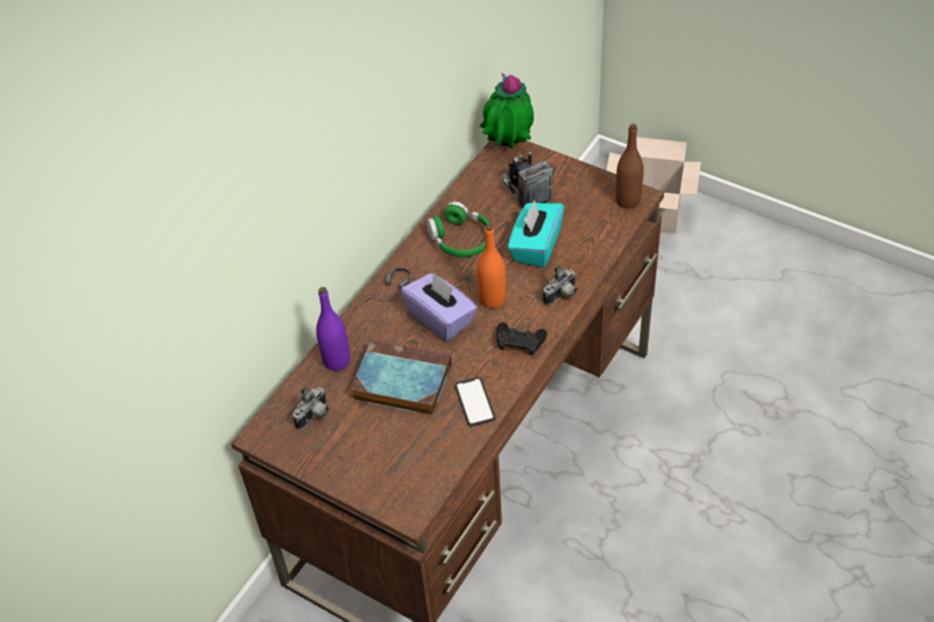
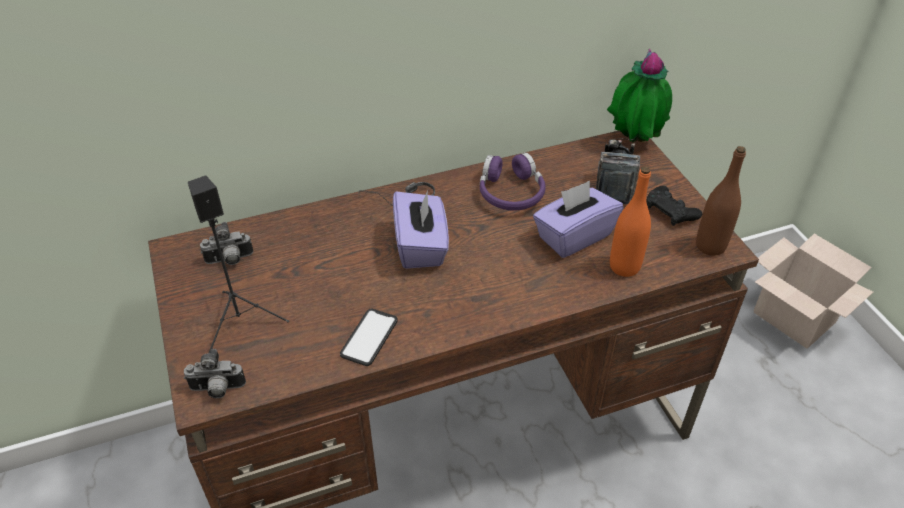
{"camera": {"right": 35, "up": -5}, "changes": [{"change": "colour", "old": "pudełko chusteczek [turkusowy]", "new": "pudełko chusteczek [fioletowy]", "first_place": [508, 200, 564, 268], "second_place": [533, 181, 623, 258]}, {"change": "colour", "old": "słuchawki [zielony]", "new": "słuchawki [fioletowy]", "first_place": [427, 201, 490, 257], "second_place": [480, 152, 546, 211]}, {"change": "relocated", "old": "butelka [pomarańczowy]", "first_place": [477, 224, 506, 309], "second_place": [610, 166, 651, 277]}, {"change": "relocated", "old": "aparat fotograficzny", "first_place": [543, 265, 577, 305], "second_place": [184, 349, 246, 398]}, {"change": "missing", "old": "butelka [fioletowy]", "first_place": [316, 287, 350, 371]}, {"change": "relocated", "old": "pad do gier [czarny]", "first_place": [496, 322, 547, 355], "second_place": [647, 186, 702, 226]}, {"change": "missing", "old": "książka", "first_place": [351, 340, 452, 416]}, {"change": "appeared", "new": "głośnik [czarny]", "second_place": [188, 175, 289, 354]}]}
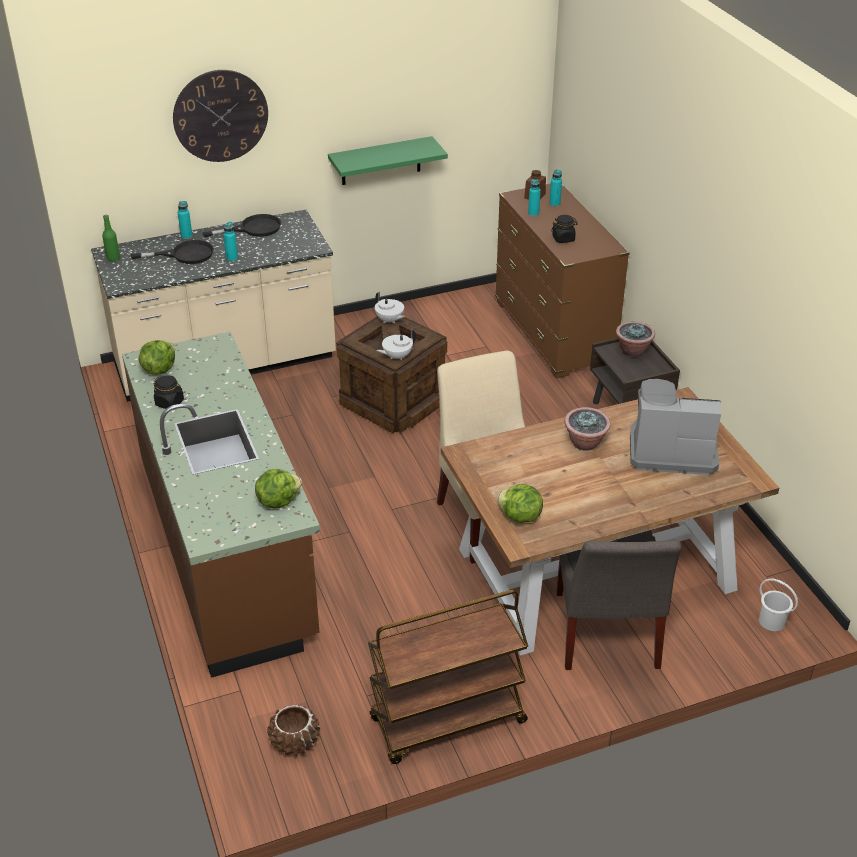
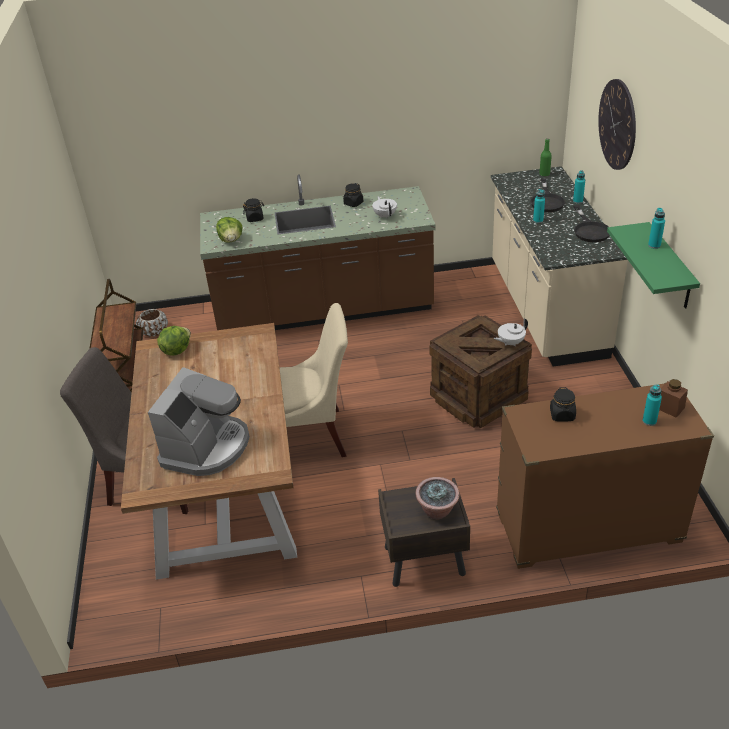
{"camera": {"right": 105, "up": 0}, "changes": [{"change": "relocated", "old": "butelka [turkusowy]", "first_place": [528, 179, 541, 217], "second_place": [648, 208, 665, 249]}, {"change": "relocated", "old": "imbryk [biały]", "first_place": [376, 329, 416, 360], "second_place": [372, 196, 397, 219]}, {"change": "missing", "old": "sałata", "first_place": [139, 340, 175, 375]}, {"change": "missing", "old": "roślina doniczkowa", "first_place": [565, 407, 611, 451]}, {"change": "missing", "old": "wiadro [biały]", "first_place": [759, 578, 798, 631]}, {"change": "appeared", "new": "słoik [czarny]", "second_place": [243, 198, 264, 222]}]}
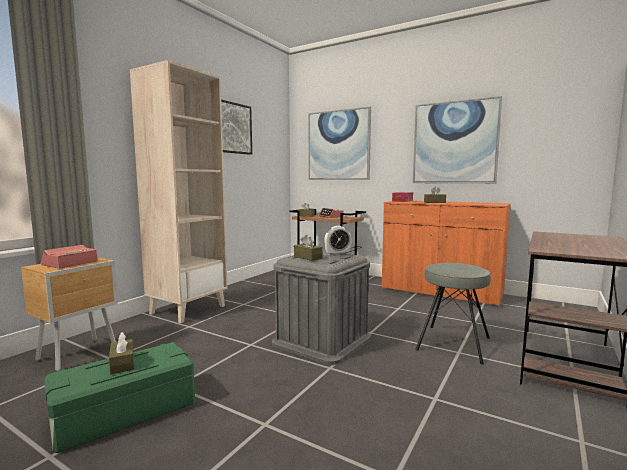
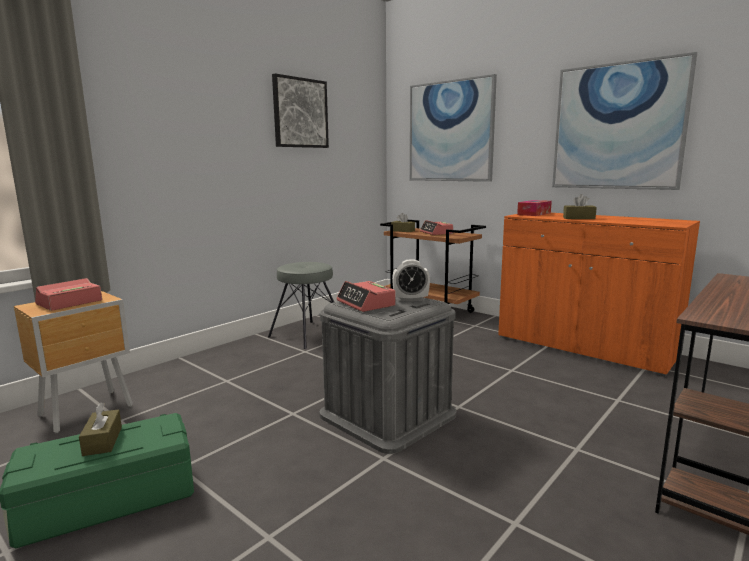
{"camera": {"right": 10, "up": 5}, "changes": [{"change": "missing", "old": "regał [beżowy]", "first_place": [130, 60, 227, 323]}, {"change": "exchanged", "old": "pudełko chusteczek [brązowy]", "new": "budzik", "first_place": [294, 235, 323, 261], "second_place": [337, 281, 396, 312]}, {"change": "relocated", "old": "stołek [szary]", "first_place": [416, 263, 491, 365], "second_place": [268, 262, 334, 349]}]}
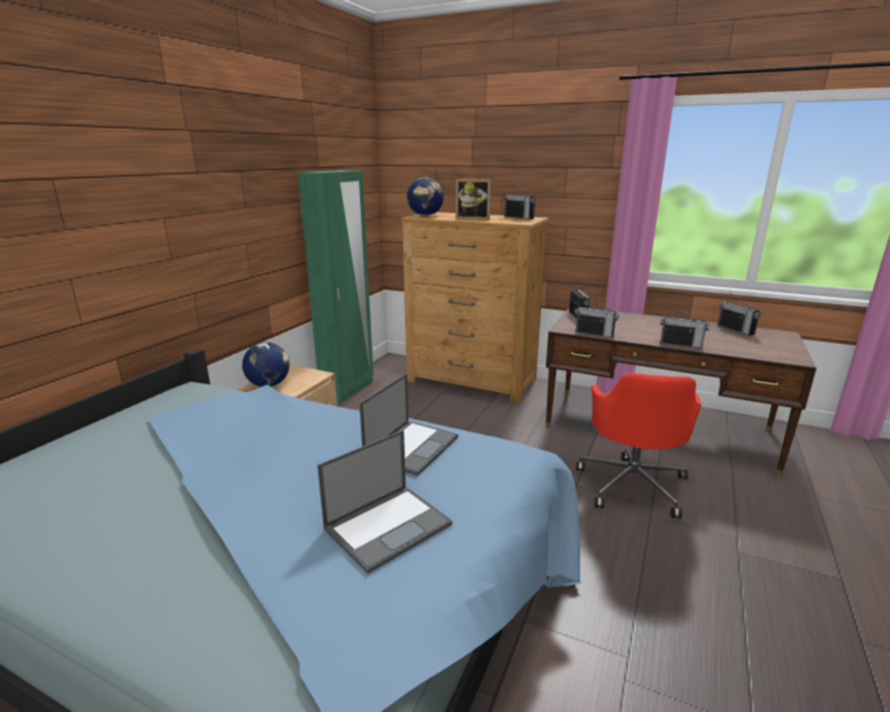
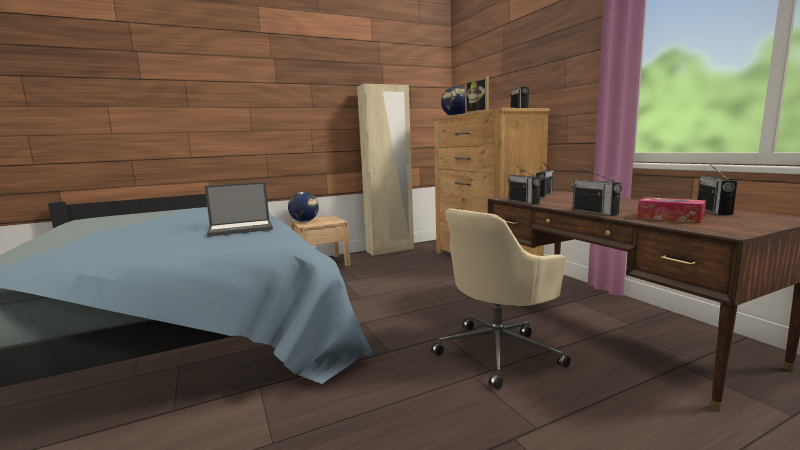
{"camera": {"right": 40, "up": -10}, "changes": [{"change": "colour", "old": "szafa [zielony]", "new": "szafa [beżowy]", "first_place": [298, 170, 374, 404], "second_place": [357, 84, 414, 256]}, {"change": "colour", "old": "krzesło biurowe [czerwony]", "new": "krzesło biurowe [beżowy]", "first_place": [576, 373, 702, 519], "second_place": [431, 208, 571, 390]}, {"change": "missing", "old": "laptop", "first_place": [317, 430, 452, 574]}, {"change": "appeared", "new": "pudełko chusteczek", "second_place": [637, 197, 706, 223]}]}
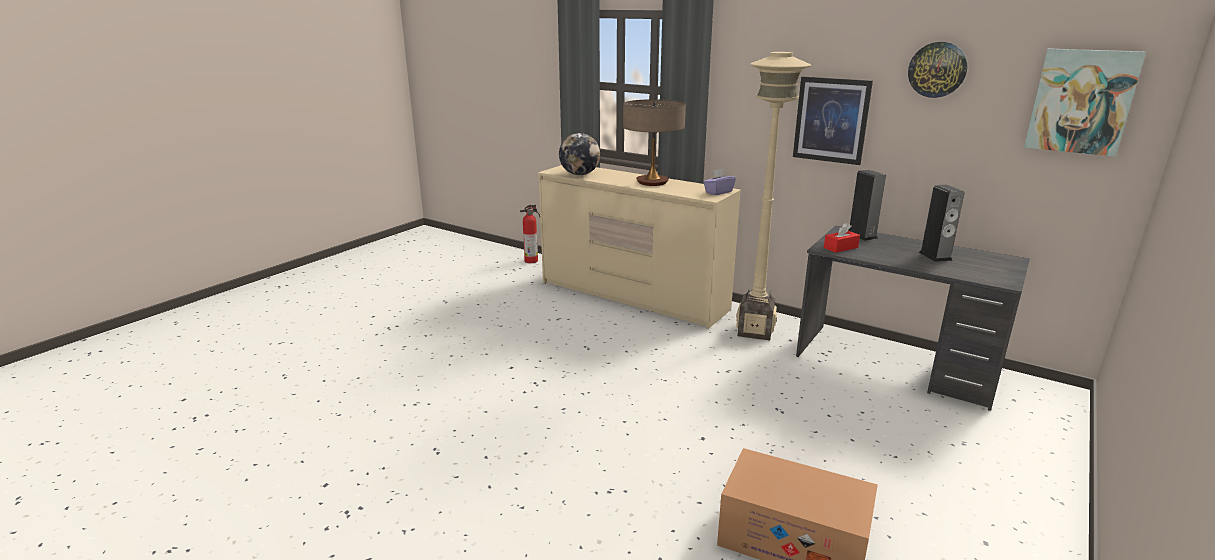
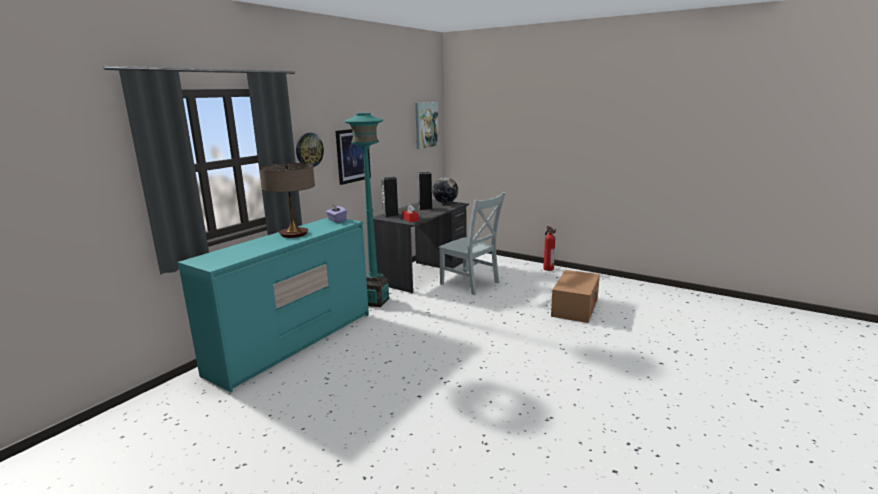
{"camera": {"right": -90, "up": -5}, "changes": [{"change": "relocated", "old": "zegar ścienny", "first_place": [908, 42, 968, 98], "second_place": [296, 133, 324, 167]}, {"change": "colour", "old": "lampa stojąca [beżowy]", "new": "lampa stojąca [turkusowy]", "first_place": [736, 52, 811, 340], "second_place": [344, 113, 389, 307]}, {"change": "relocated", "old": "globus", "first_place": [559, 133, 600, 175], "second_place": [432, 177, 458, 204]}, {"change": "colour", "old": "komoda [beżowy]", "new": "komoda [turkusowy]", "first_place": [538, 165, 741, 329], "second_place": [177, 218, 369, 393]}, {"change": "relocated", "old": "gaśnica", "first_place": [520, 204, 540, 263], "second_place": [543, 226, 556, 271]}, {"change": "appeared", "new": "krzesło [szary]", "second_place": [438, 192, 506, 295]}]}
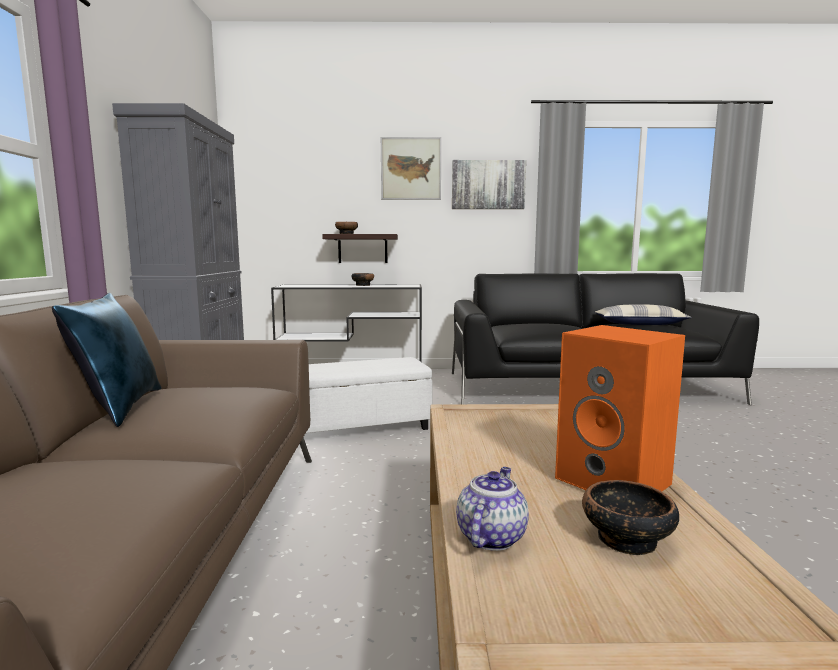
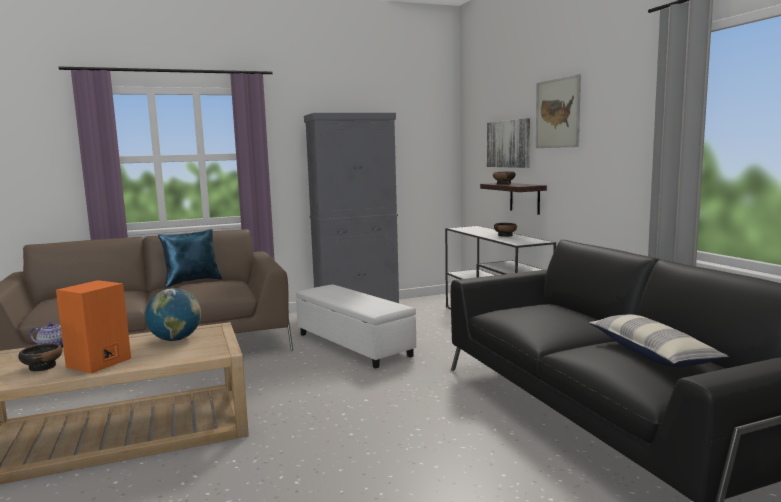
{"camera": {"right": 70, "up": 0}, "changes": [{"change": "relocated", "old": "obraz", "first_place": [452, 160, 526, 209], "second_place": [487, 118, 530, 168]}, {"change": "appeared", "new": "globus", "second_place": [145, 288, 201, 341]}]}
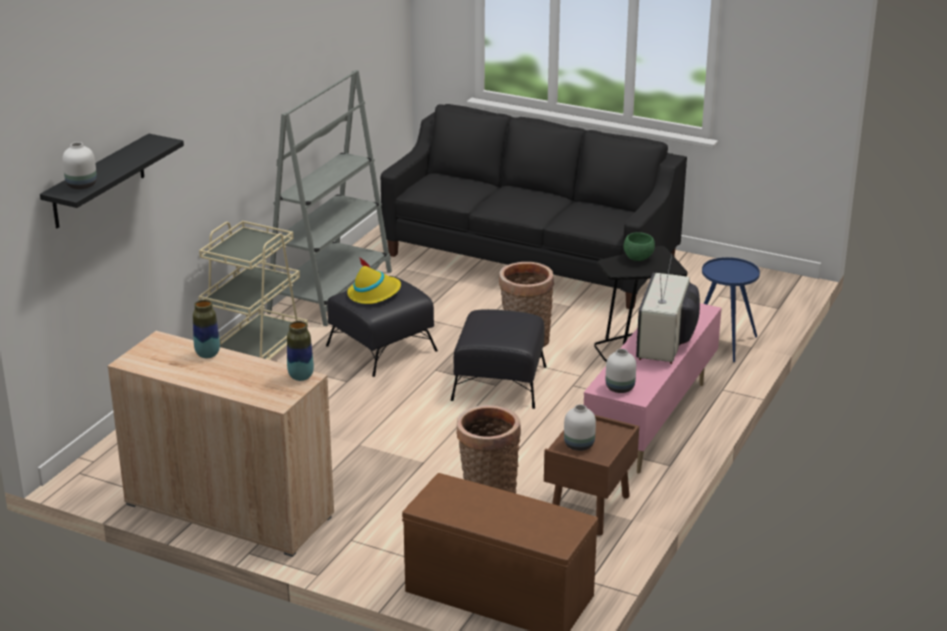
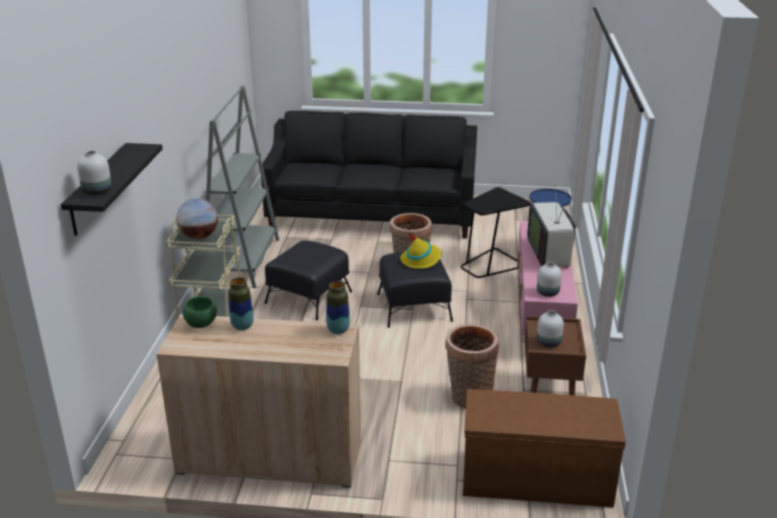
{"camera": {"right": -20, "up": 0}, "changes": [{"change": "relocated", "old": "miska [zielony]", "first_place": [623, 232, 655, 261], "second_place": [183, 297, 217, 328]}, {"change": "relocated", "old": "kapelusz [żółty]", "first_place": [347, 256, 401, 304], "second_place": [400, 232, 441, 269]}, {"change": "appeared", "new": "globus", "second_place": [177, 198, 218, 239]}]}
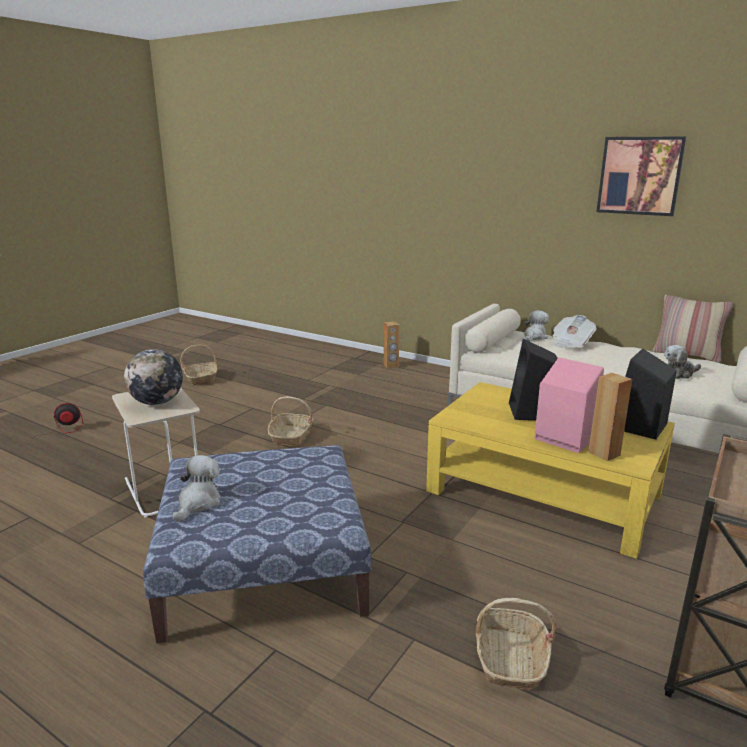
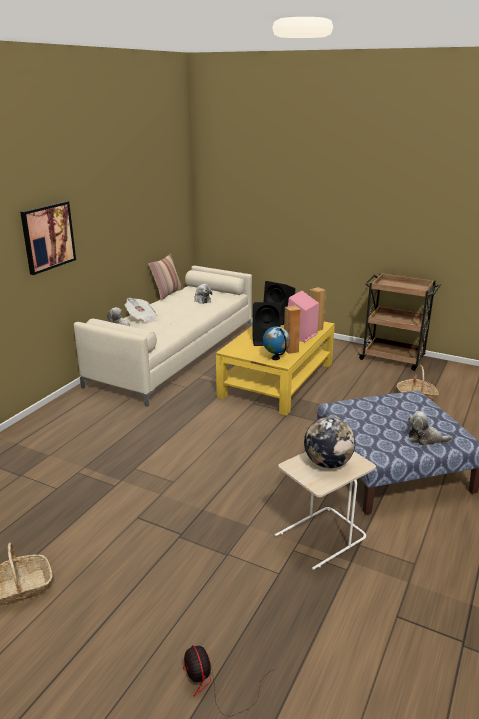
{"camera": {"right": -95, "up": 5}, "changes": [{"change": "relocated", "old": "obraz", "first_place": [597, 137, 687, 216], "second_place": [20, 201, 76, 275]}, {"change": "relocated", "old": "głośnik [brązowy]", "first_place": [384, 322, 399, 369], "second_place": [284, 306, 301, 354]}, {"change": "missing", "old": "koszyk", "first_place": [268, 396, 314, 446]}, {"change": "appeared", "new": "globus", "second_place": [263, 326, 290, 360]}]}
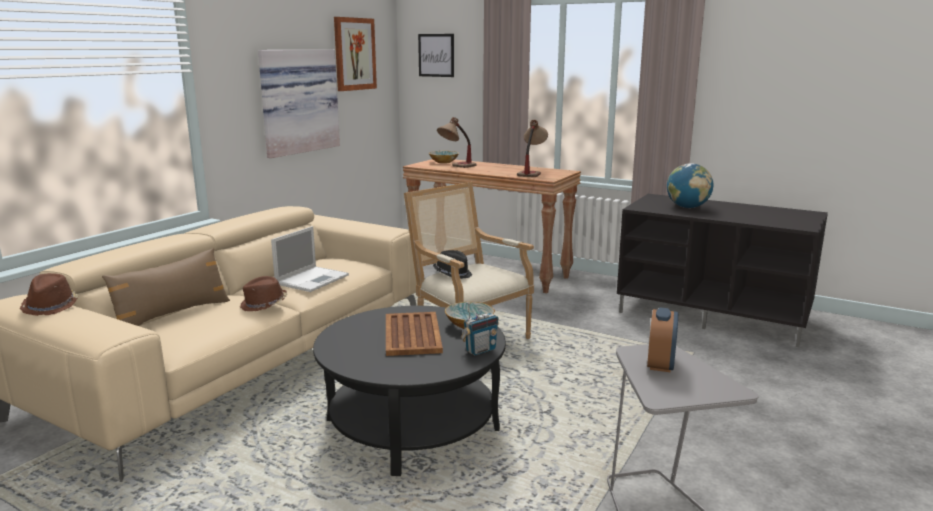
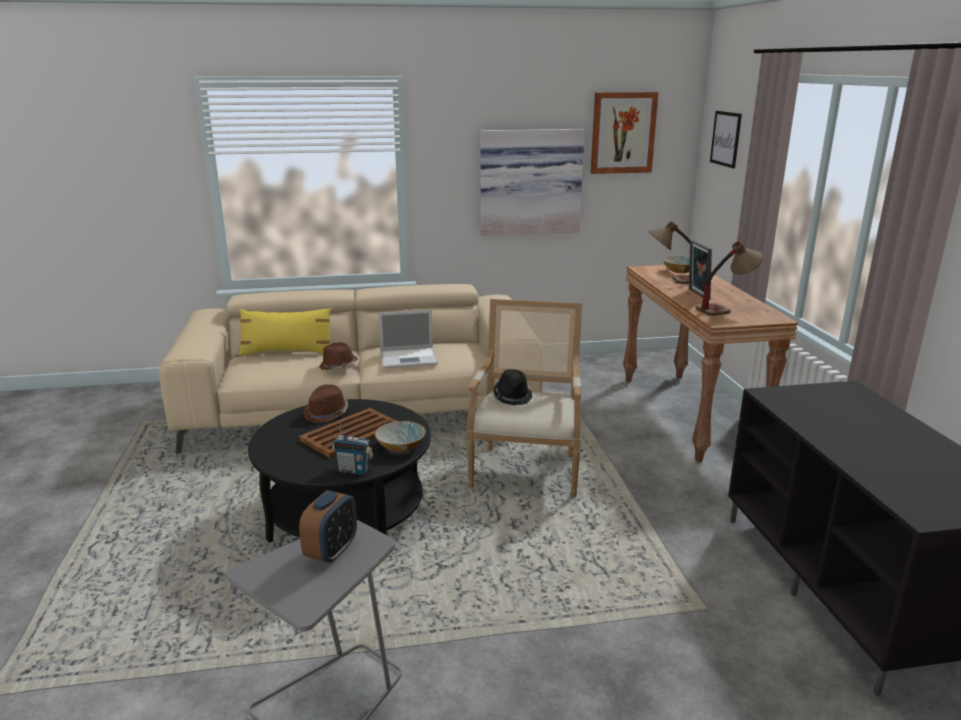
{"camera": {"right": 50, "up": 5}, "changes": [{"change": "missing", "old": "globus", "first_place": [667, 163, 713, 208]}, {"change": "colour", "old": "poduszka [brązowy]", "new": "poduszka [żółty]", "first_place": [102, 248, 230, 326], "second_place": [239, 308, 332, 356]}, {"change": "relocated", "old": "kapelusz [brązowy]", "first_place": [20, 273, 79, 316], "second_place": [303, 384, 348, 423]}, {"change": "spun", "old": "budzik", "first_place": [647, 308, 678, 372], "second_place": [299, 490, 357, 563], "degrees": -45}, {"change": "appeared", "new": "ramka na zdjęcie", "second_place": [689, 240, 712, 300]}]}
